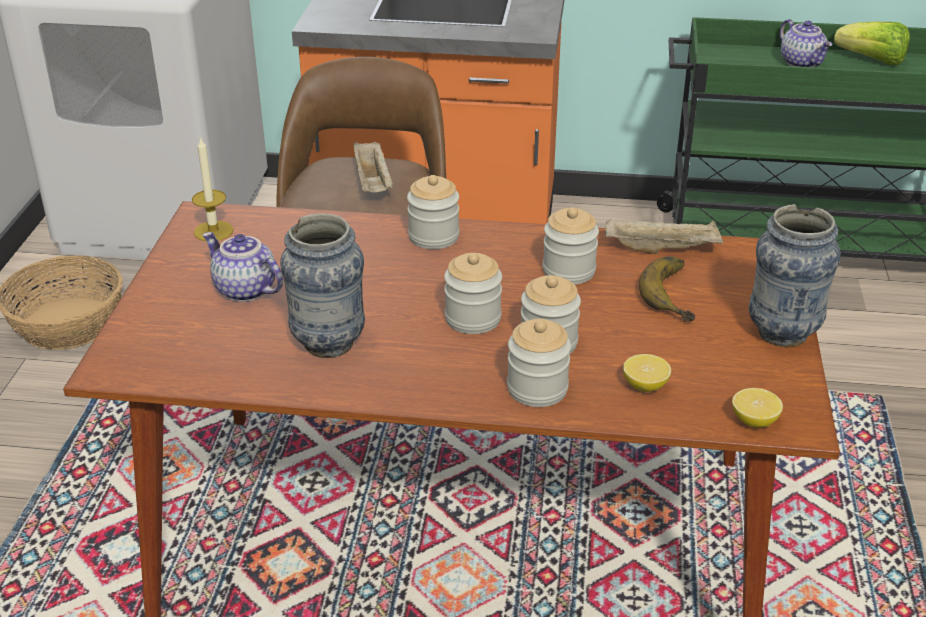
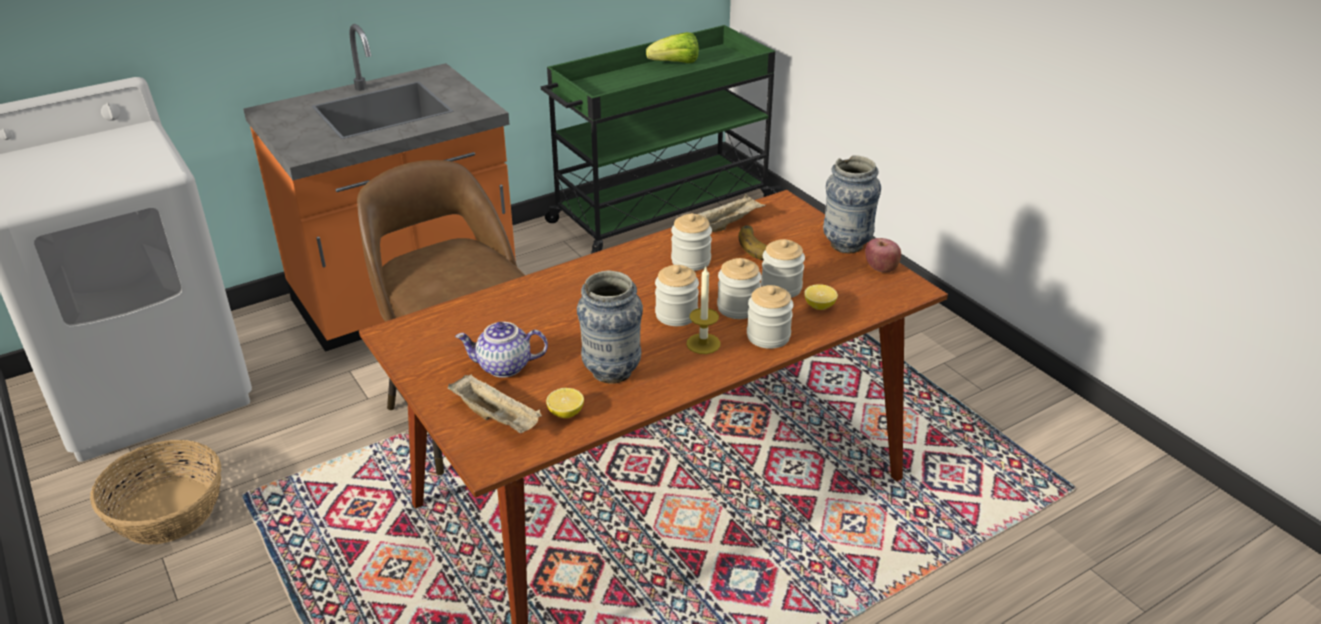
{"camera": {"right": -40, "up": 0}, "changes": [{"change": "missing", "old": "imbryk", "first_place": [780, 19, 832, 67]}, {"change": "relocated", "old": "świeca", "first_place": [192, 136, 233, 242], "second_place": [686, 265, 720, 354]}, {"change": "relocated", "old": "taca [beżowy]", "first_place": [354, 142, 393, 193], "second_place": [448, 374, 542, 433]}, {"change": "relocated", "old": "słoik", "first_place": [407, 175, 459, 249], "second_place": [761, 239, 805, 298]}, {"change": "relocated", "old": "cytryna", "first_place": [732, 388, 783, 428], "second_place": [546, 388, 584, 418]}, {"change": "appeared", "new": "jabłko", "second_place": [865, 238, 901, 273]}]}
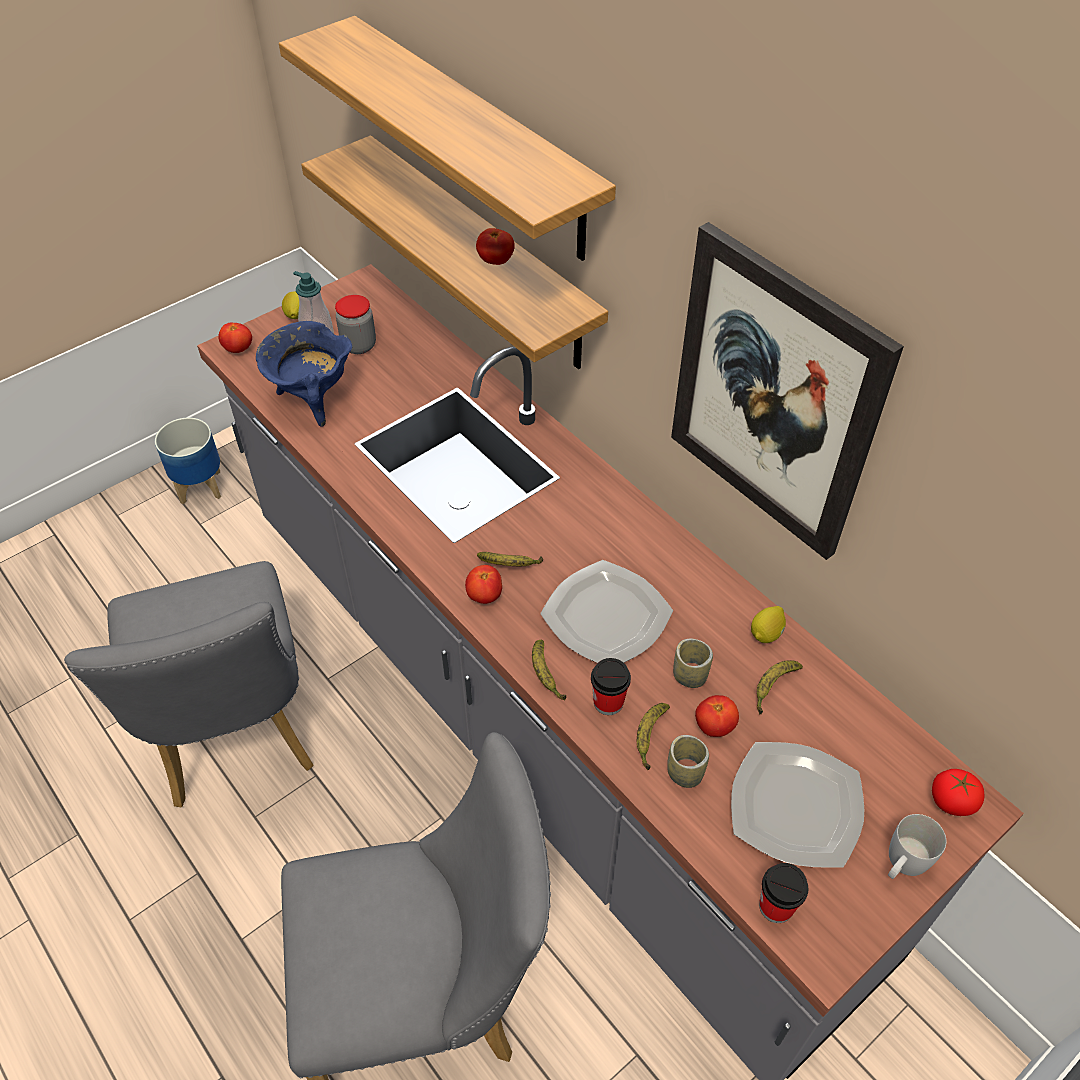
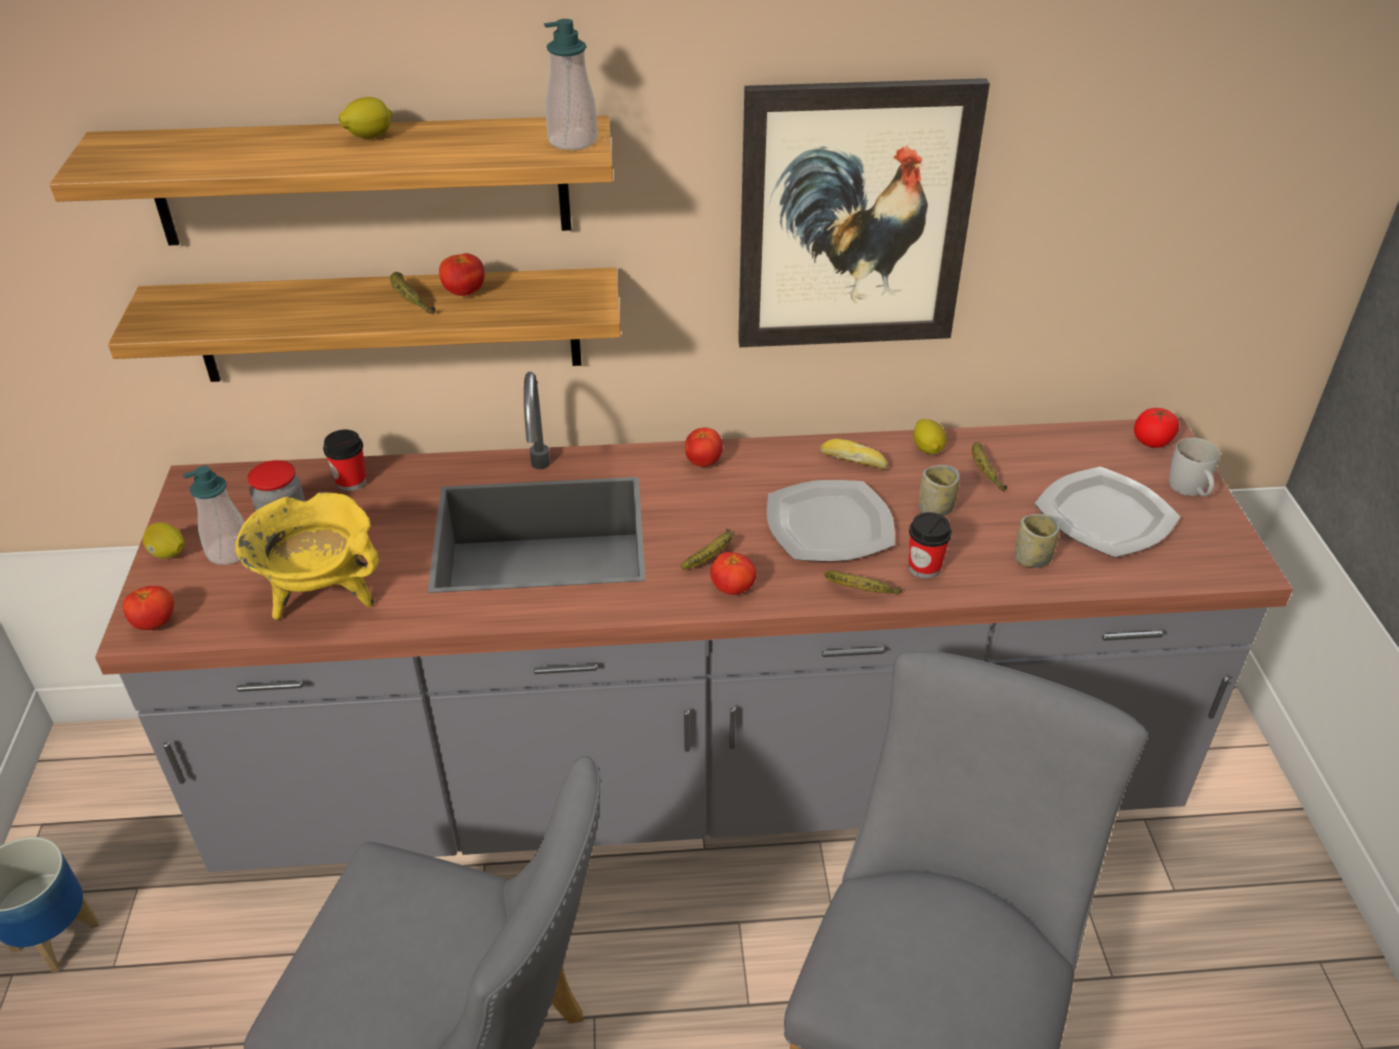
{"camera": {"right": -55, "up": -10}, "changes": [{"change": "colour", "old": "garnek [niebieski]", "new": "garnek [żółty]", "first_place": [256, 321, 352, 427], "second_place": [235, 492, 379, 620]}, {"change": "relocated", "old": "pomidor", "first_place": [695, 695, 739, 737], "second_place": [685, 427, 723, 467]}, {"change": "relocated", "old": "banan", "first_place": [637, 703, 670, 770], "second_place": [390, 272, 435, 314]}, {"change": "relocated", "old": "filiżanka", "first_place": [759, 863, 809, 923], "second_place": [323, 430, 366, 492]}, {"change": "appeared", "new": "dozownik mydła", "second_place": [544, 19, 598, 150]}, {"change": "appeared", "new": "cytryna", "second_place": [339, 97, 393, 138]}, {"change": "appeared", "new": "chleb", "second_place": [821, 439, 888, 469]}]}
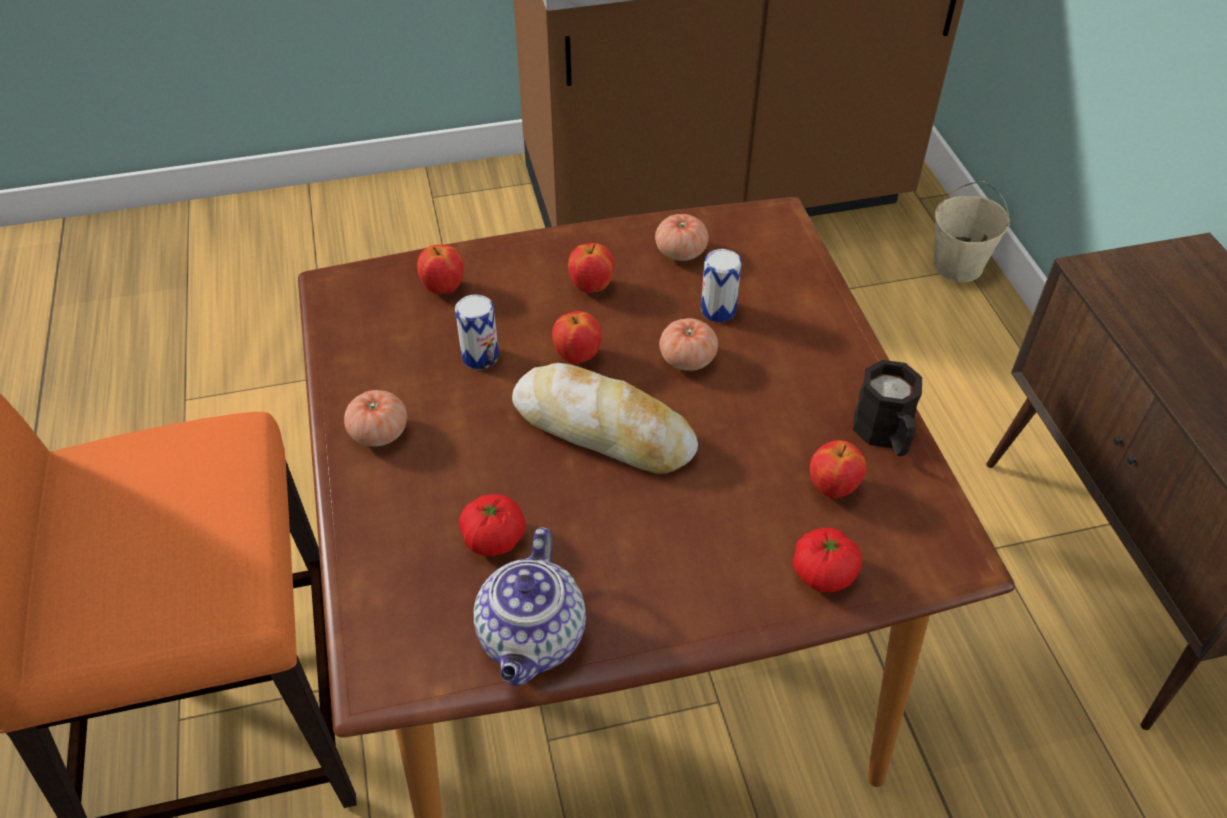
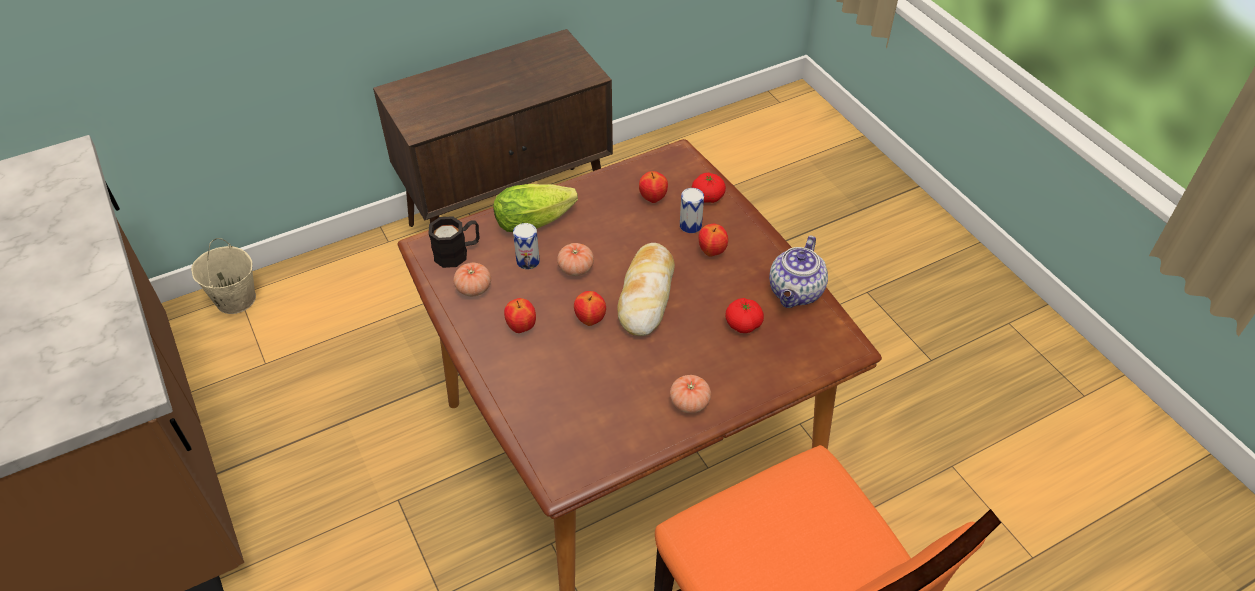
{"camera": {"right": -105, "up": 0}, "changes": [{"change": "relocated", "old": "jabłko", "first_place": [417, 244, 464, 294], "second_place": [699, 224, 728, 257]}, {"change": "relocated", "old": "puszka", "first_place": [455, 294, 499, 370], "second_place": [680, 188, 704, 233]}, {"change": "relocated", "old": "kubek [czarny]", "first_place": [853, 360, 922, 456], "second_place": [428, 216, 480, 268]}, {"change": "spun", "old": "imbryk", "first_place": [474, 527, 586, 686], "second_place": [769, 235, 828, 308], "degrees": 120}, {"change": "appeared", "new": "sałata", "second_place": [493, 184, 578, 232]}]}
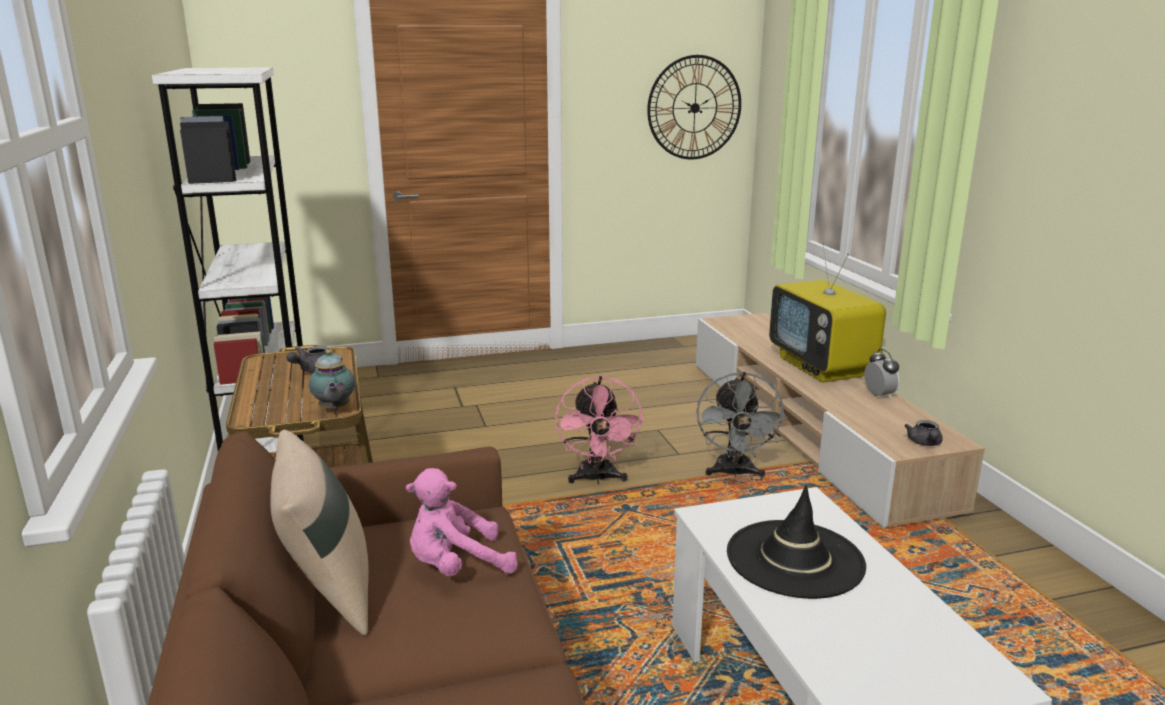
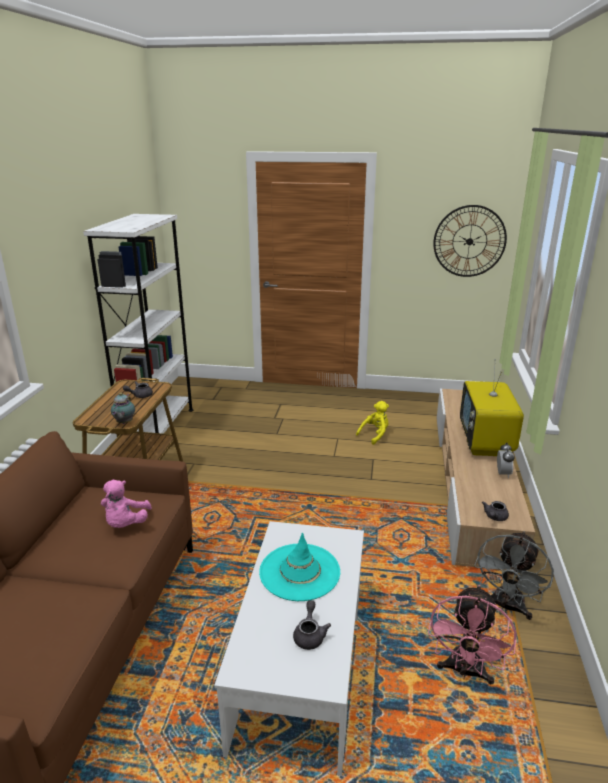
{"camera": {"right": 25, "up": 5}, "changes": [{"change": "relocated", "old": "wentylator [szary]", "first_place": [696, 372, 786, 477], "second_place": [474, 531, 554, 620]}, {"change": "relocated", "old": "wentylator [różowy]", "first_place": [555, 376, 644, 484], "second_place": [428, 585, 516, 684]}, {"change": "missing", "old": "poduszka [beżowy]", "first_place": [270, 430, 369, 636]}, {"change": "spun", "old": "pluszak [różowy]", "first_place": [406, 468, 518, 576], "second_place": [101, 480, 152, 528], "degrees": -90}, {"change": "colour", "old": "kapelusz [czarny]", "new": "kapelusz [turkusowy]", "first_place": [727, 485, 866, 599], "second_place": [259, 532, 340, 601]}, {"change": "appeared", "new": "pluszak [żółty]", "second_place": [356, 401, 389, 445]}, {"change": "appeared", "new": "imbryk [szary]", "second_place": [293, 600, 331, 650]}]}
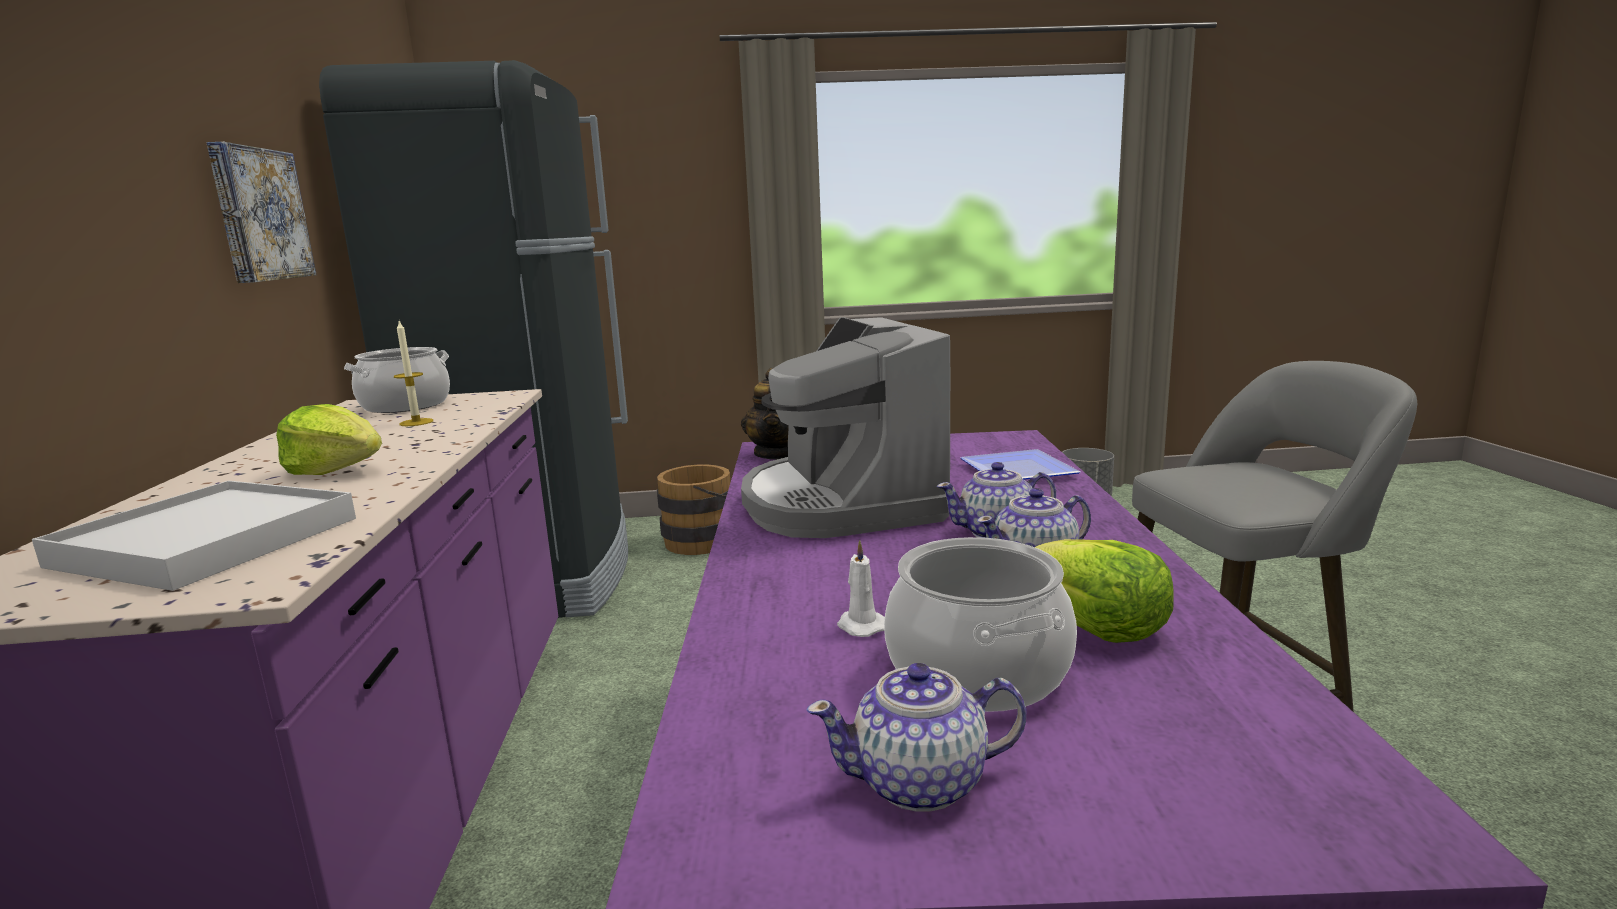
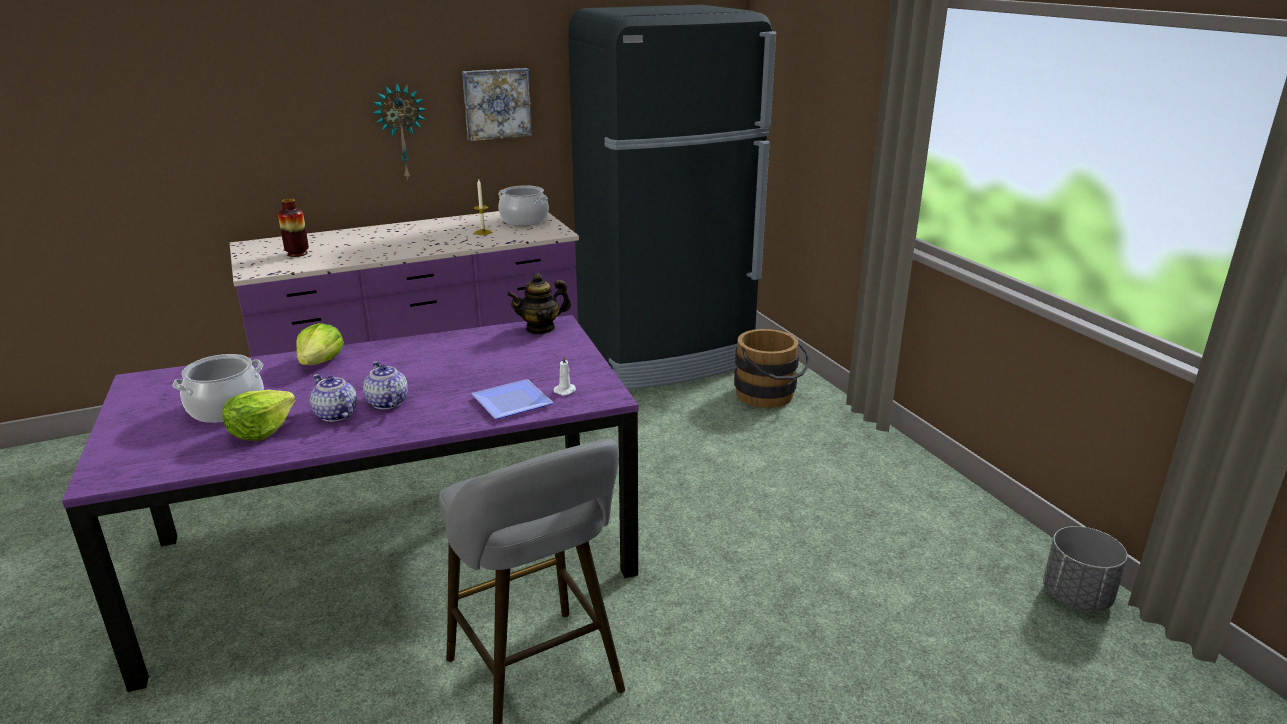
{"camera": {"right": 70, "up": 10}, "changes": [{"change": "missing", "old": "ekspres do kawy", "first_place": [741, 317, 956, 538]}, {"change": "relocated", "old": "sałata", "first_place": [276, 404, 382, 475], "second_place": [296, 323, 344, 365]}, {"change": "exchanged", "old": "taca [biały]", "new": "wazon", "first_place": [32, 481, 356, 591], "second_place": [278, 199, 309, 257]}, {"change": "relocated", "old": "świeca [biały]", "first_place": [837, 540, 885, 637], "second_place": [554, 355, 576, 396]}, {"change": "missing", "old": "imbryk", "first_place": [806, 663, 1027, 812]}, {"change": "appeared", "new": "zegar ścienny", "second_place": [373, 83, 426, 181]}]}
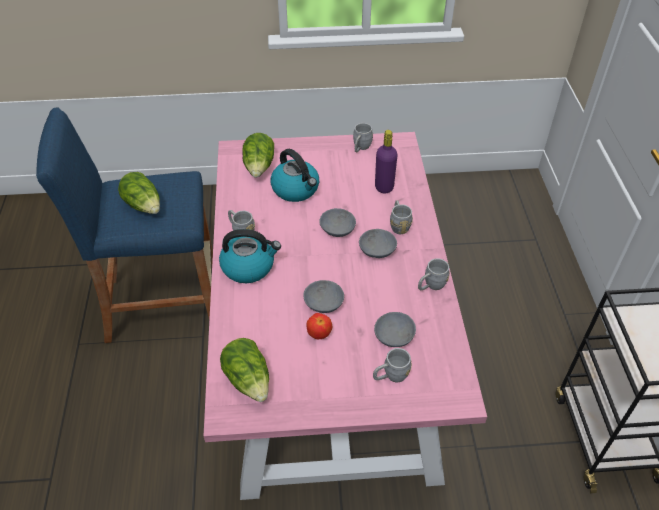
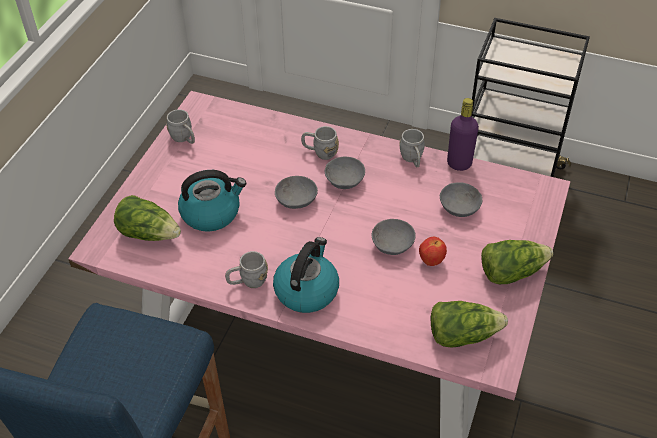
{"camera": {"right": -65, "up": 0}, "changes": [{"change": "relocated", "old": "butelka [fioletowy]", "first_place": [375, 130, 397, 193], "second_place": [447, 98, 479, 171]}, {"change": "relocated", "old": "sałata", "first_place": [118, 172, 160, 214], "second_place": [481, 240, 553, 284]}, {"change": "missing", "old": "kubek [szary]", "first_place": [373, 348, 412, 382]}]}
